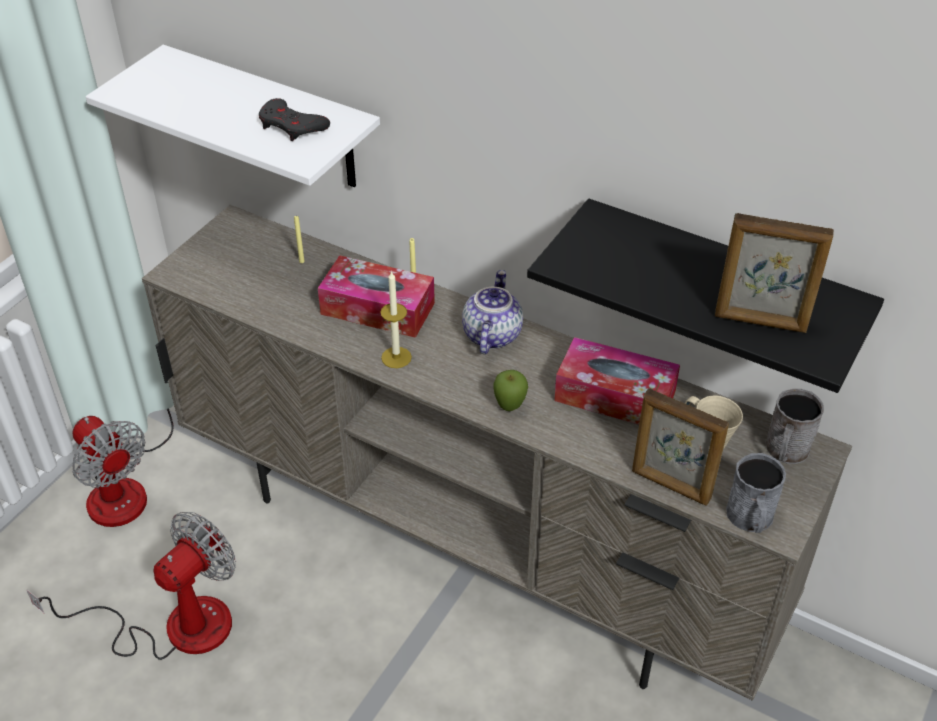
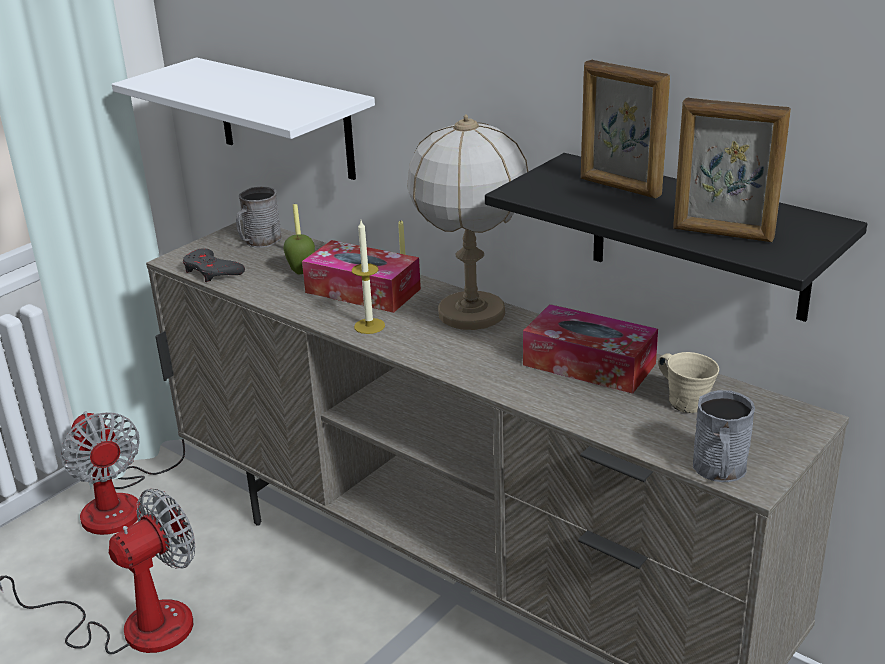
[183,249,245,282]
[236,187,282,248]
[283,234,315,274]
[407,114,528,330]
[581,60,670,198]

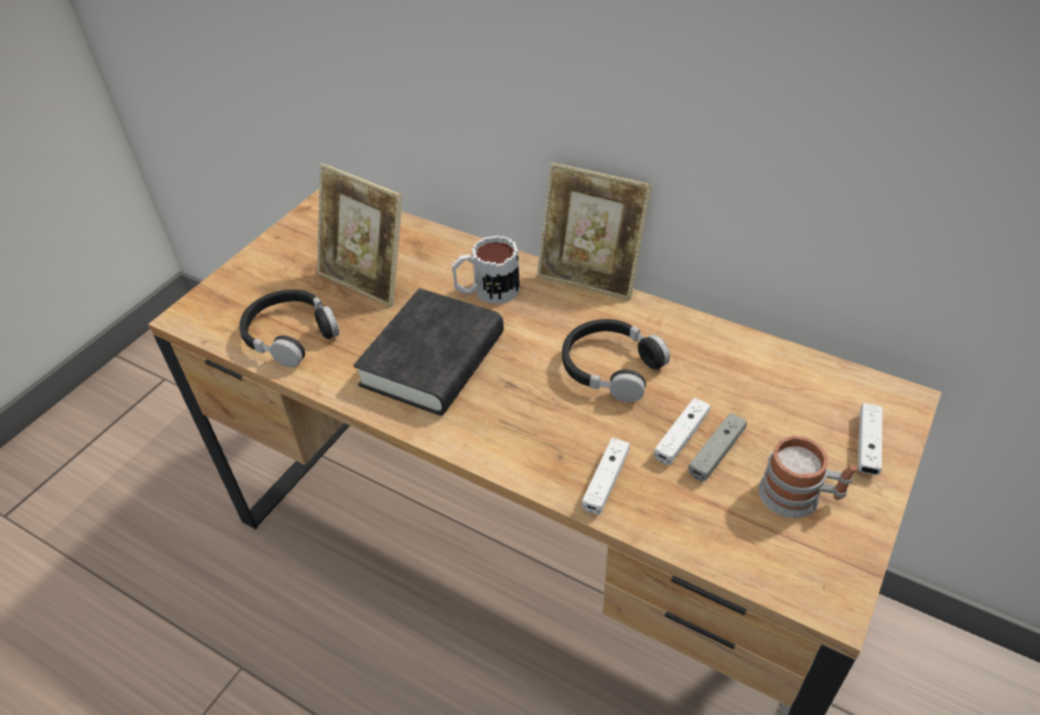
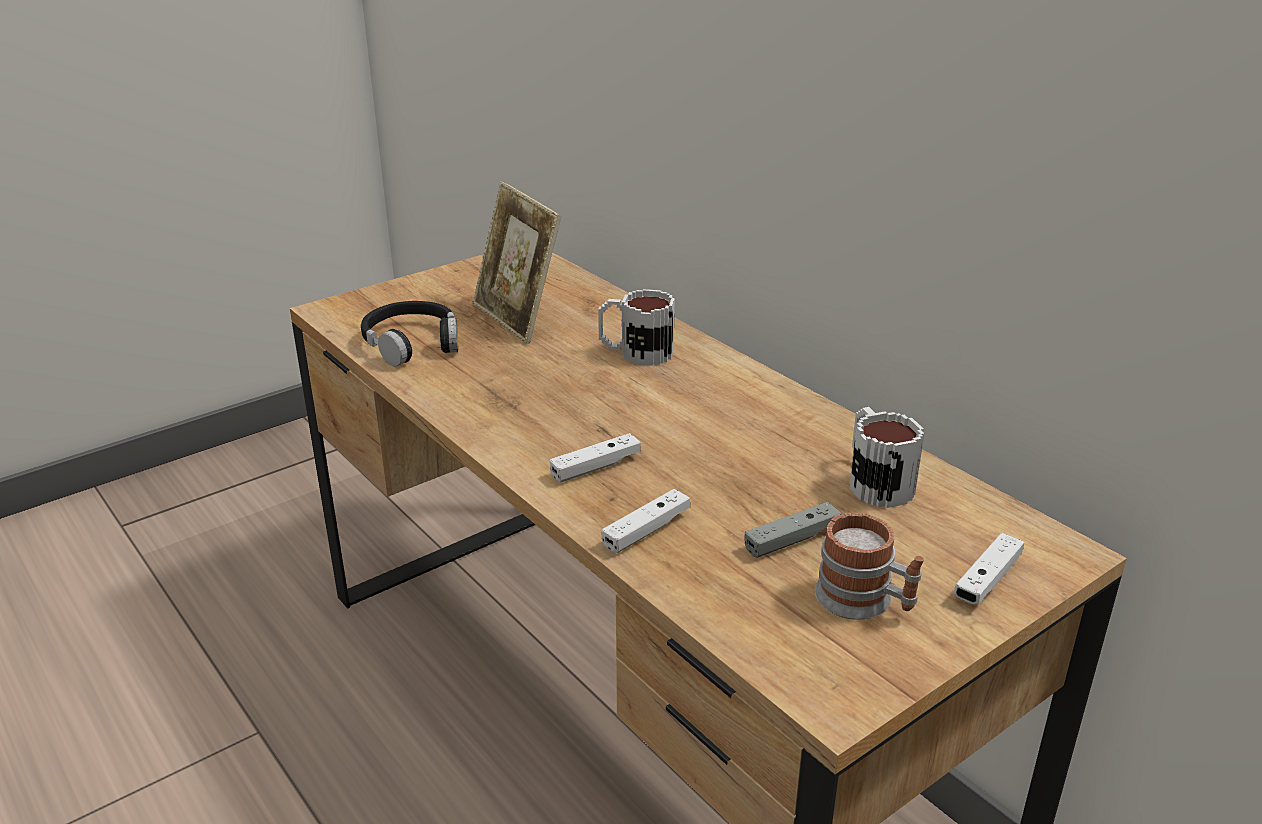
[550,433,641,482]
[850,407,924,508]
[353,288,504,416] (first image)
[537,162,652,300] (first image)
[562,319,670,402] (first image)

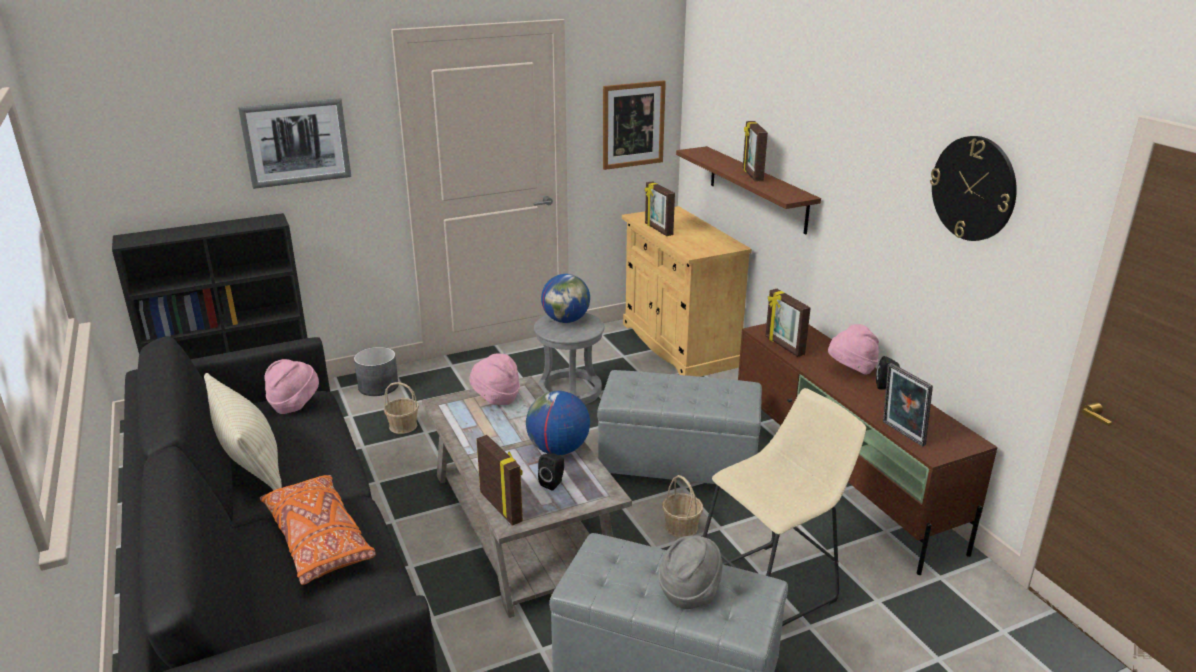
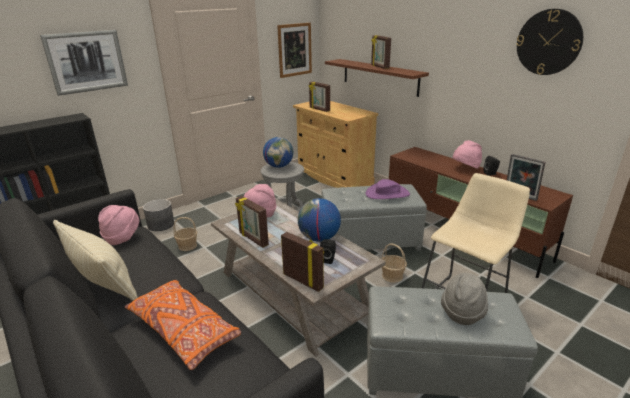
[235,196,269,248]
[366,179,410,199]

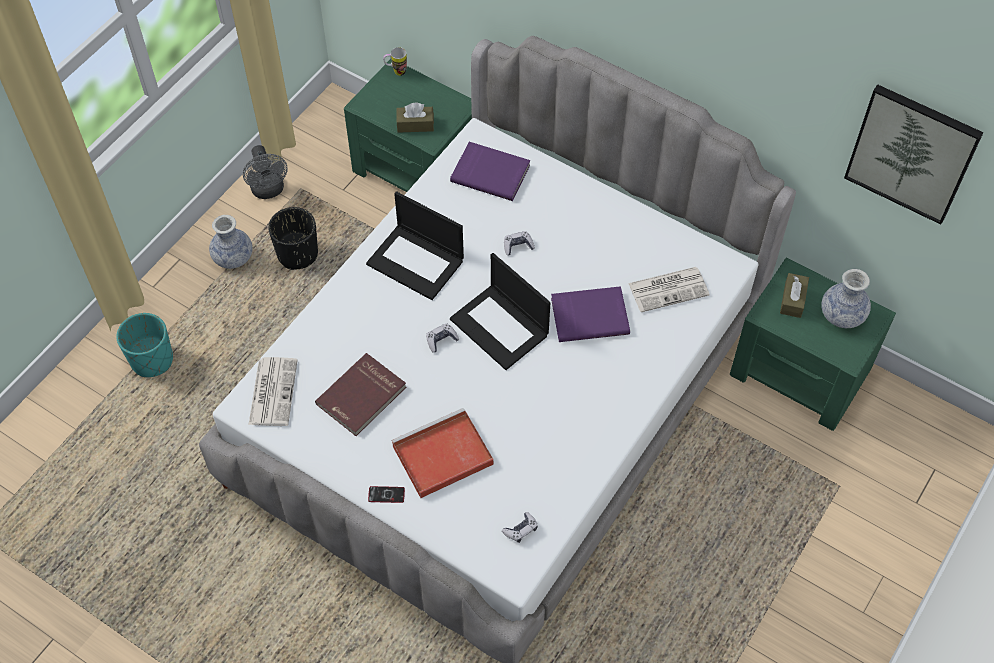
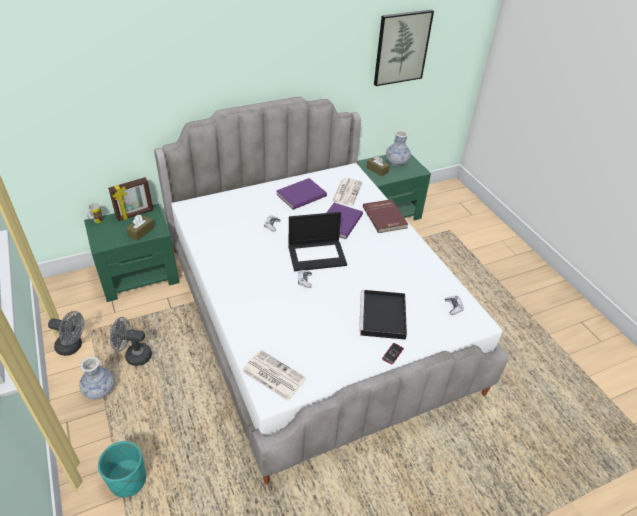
[108,177,153,221]
[110,317,152,366]
[276,178,327,210]
[359,290,407,340]
[363,199,408,233]
[366,191,464,300] (first image)

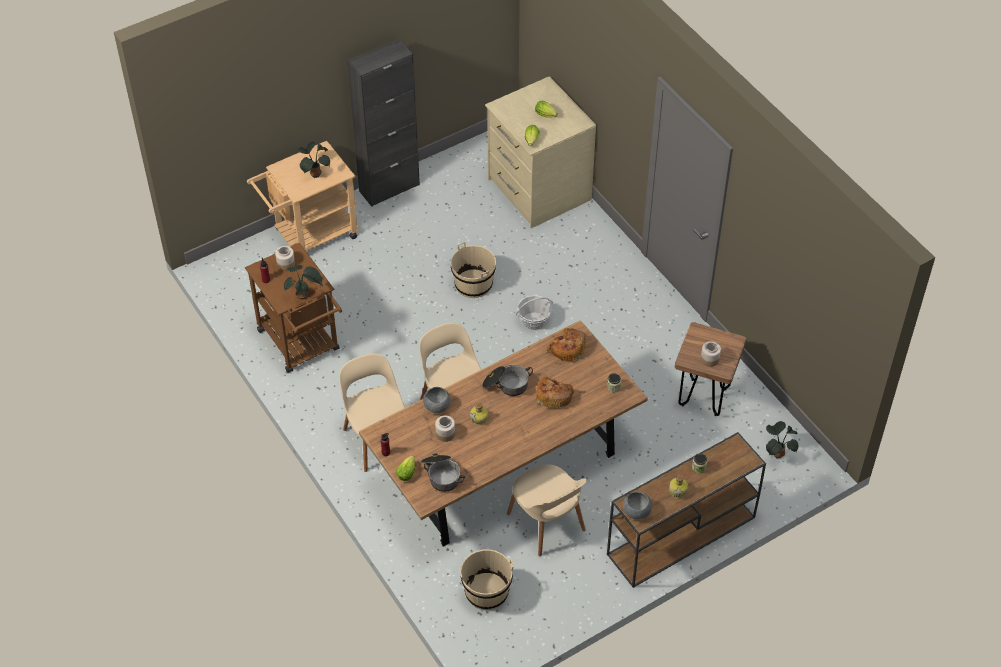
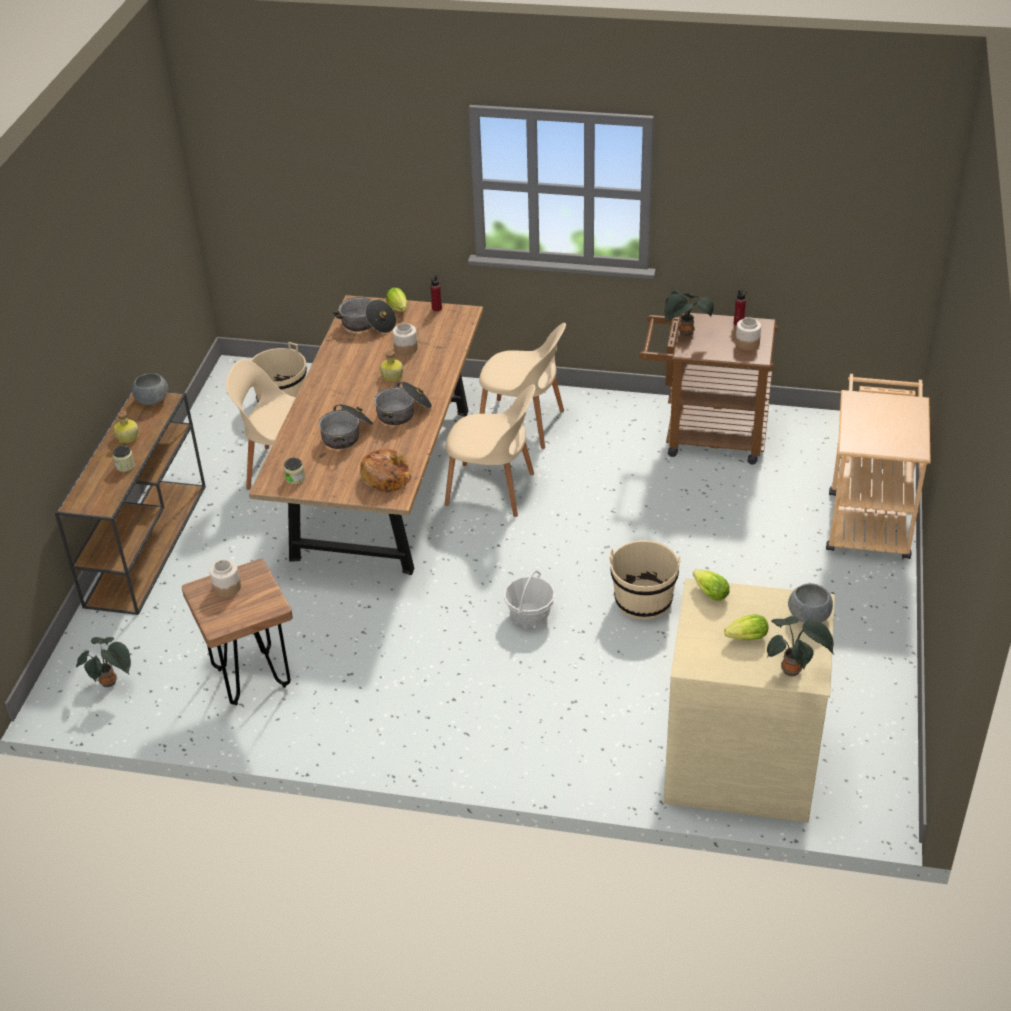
[318,404,373,449]
[767,616,834,676]
[788,583,833,623]
[347,39,420,207] (first image)

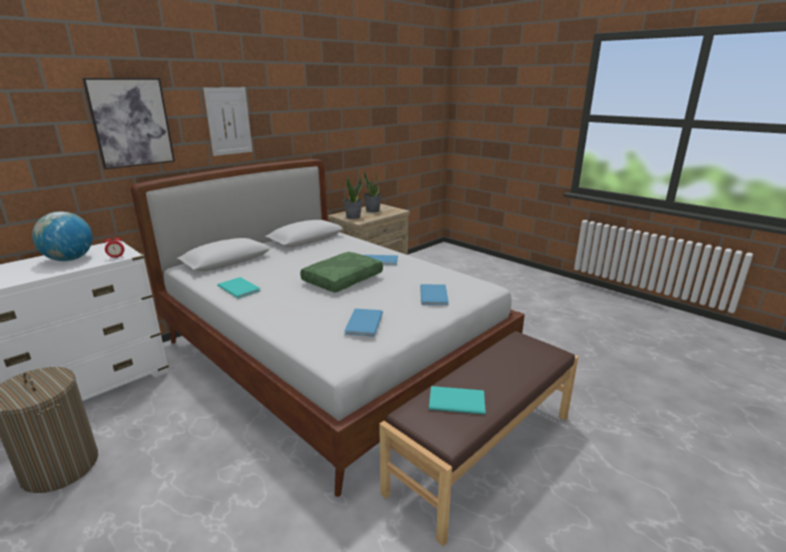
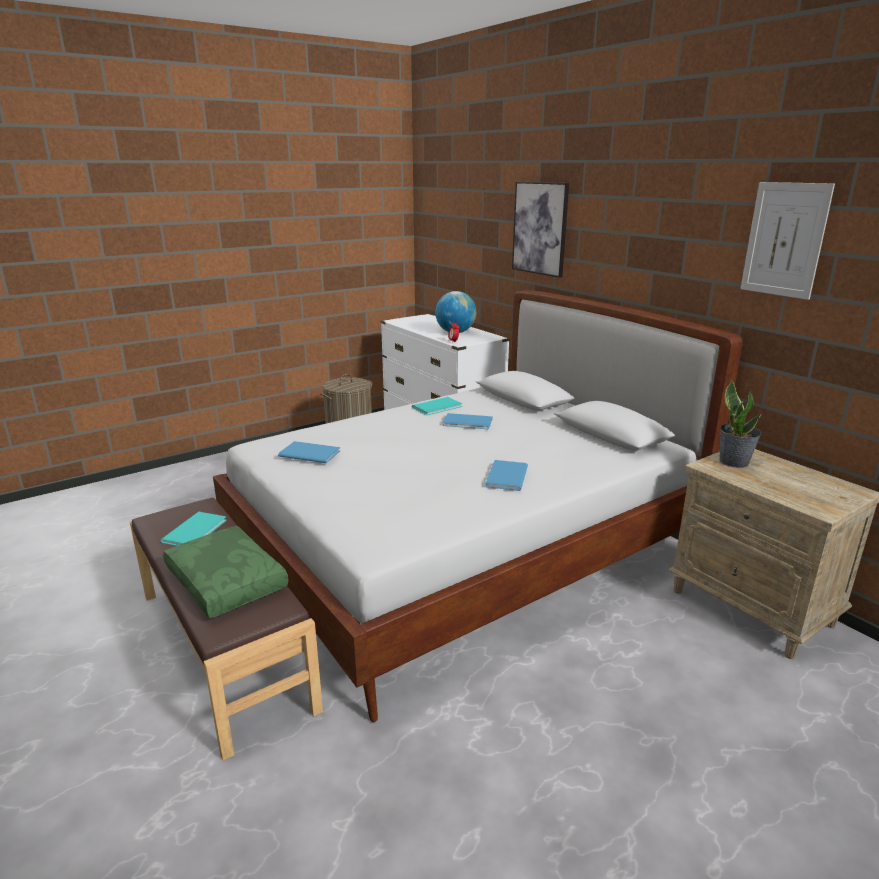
[163,526,289,619]
[442,413,493,429]
[740,182,835,300]
[364,171,382,213] (first image)

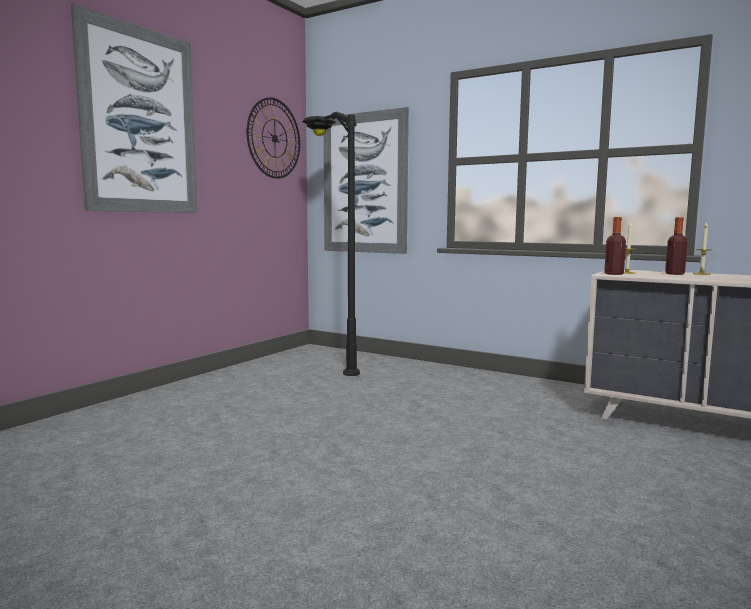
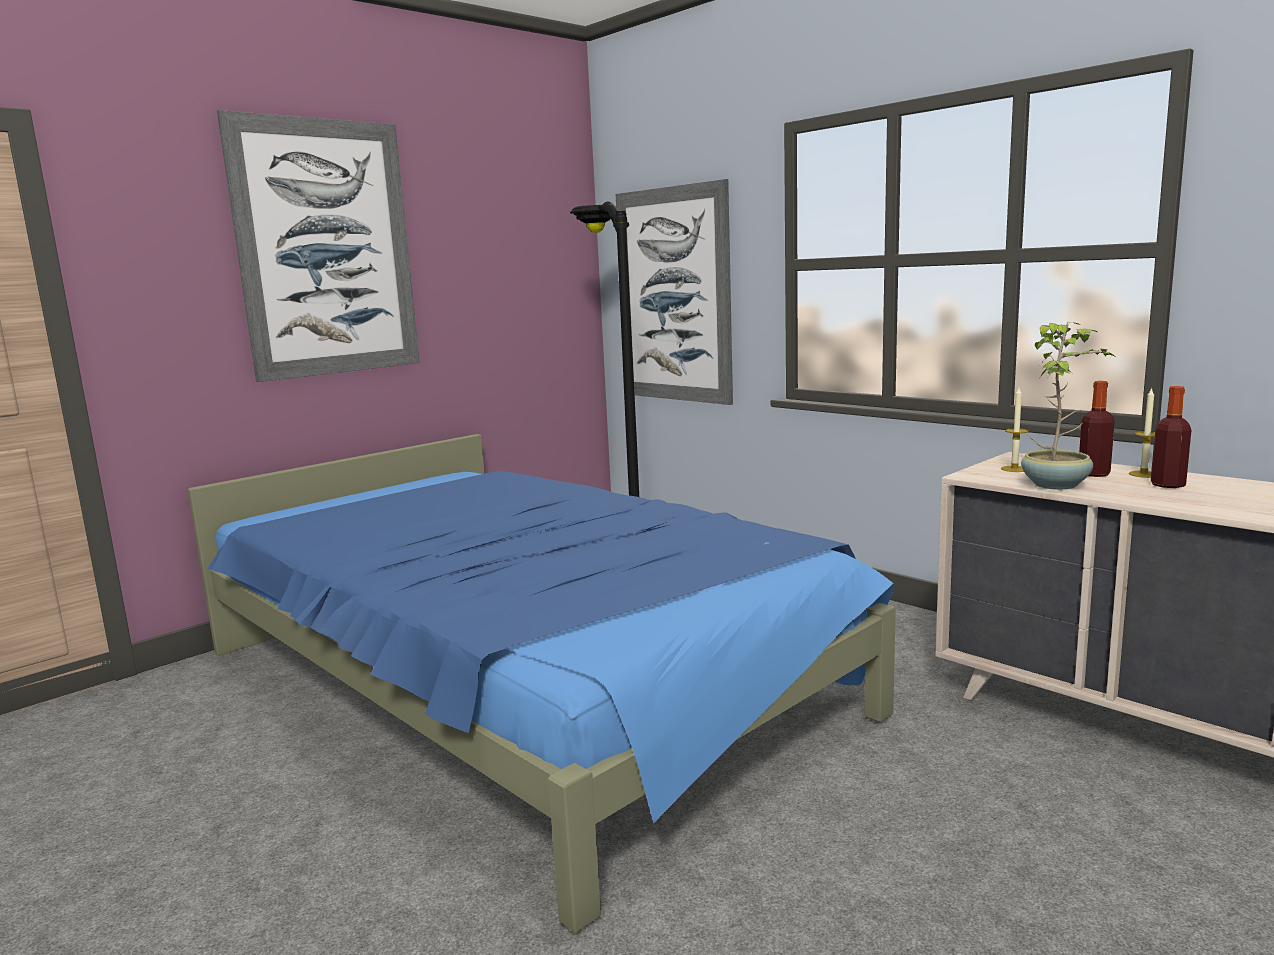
[188,434,896,933]
[1021,322,1115,490]
[1151,386,1191,488]
[247,97,300,179] (first image)

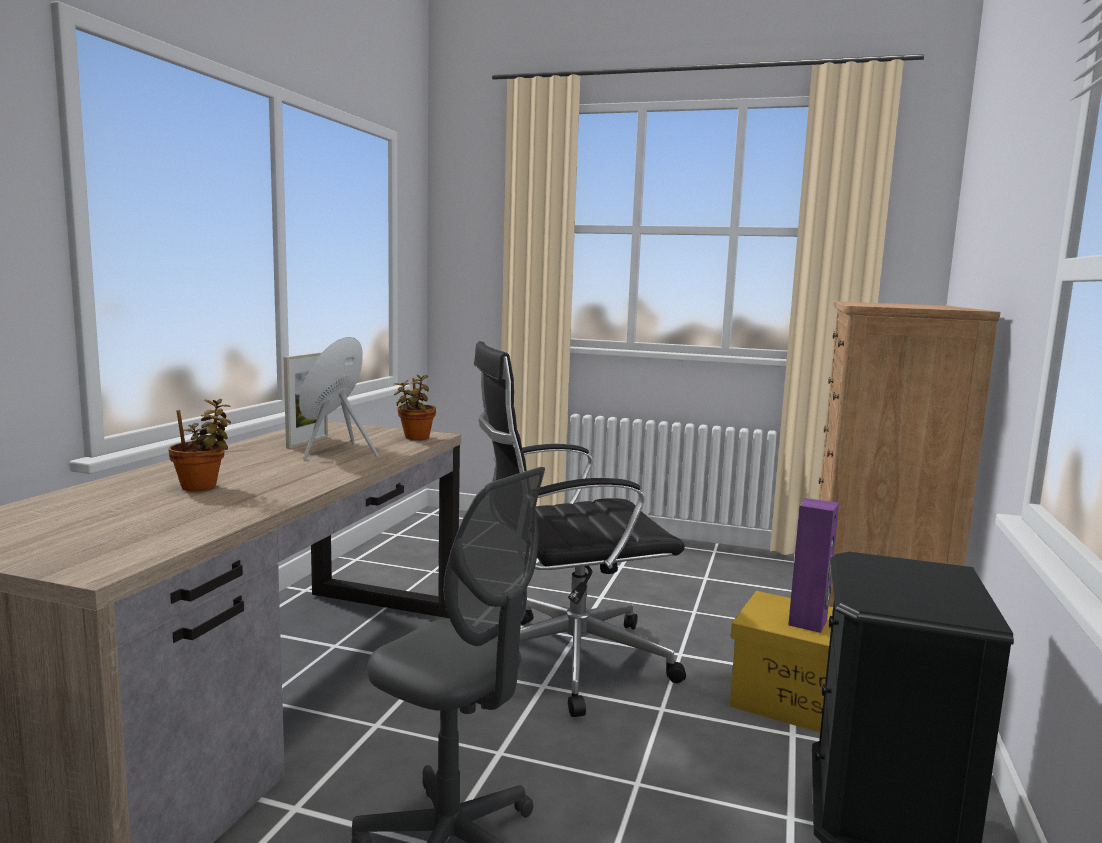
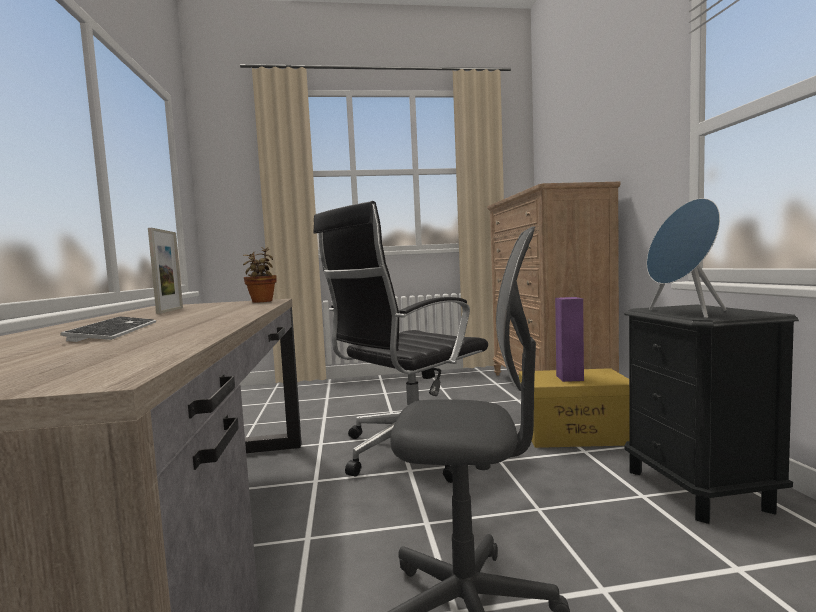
[61,316,156,342]
[647,198,726,318]

